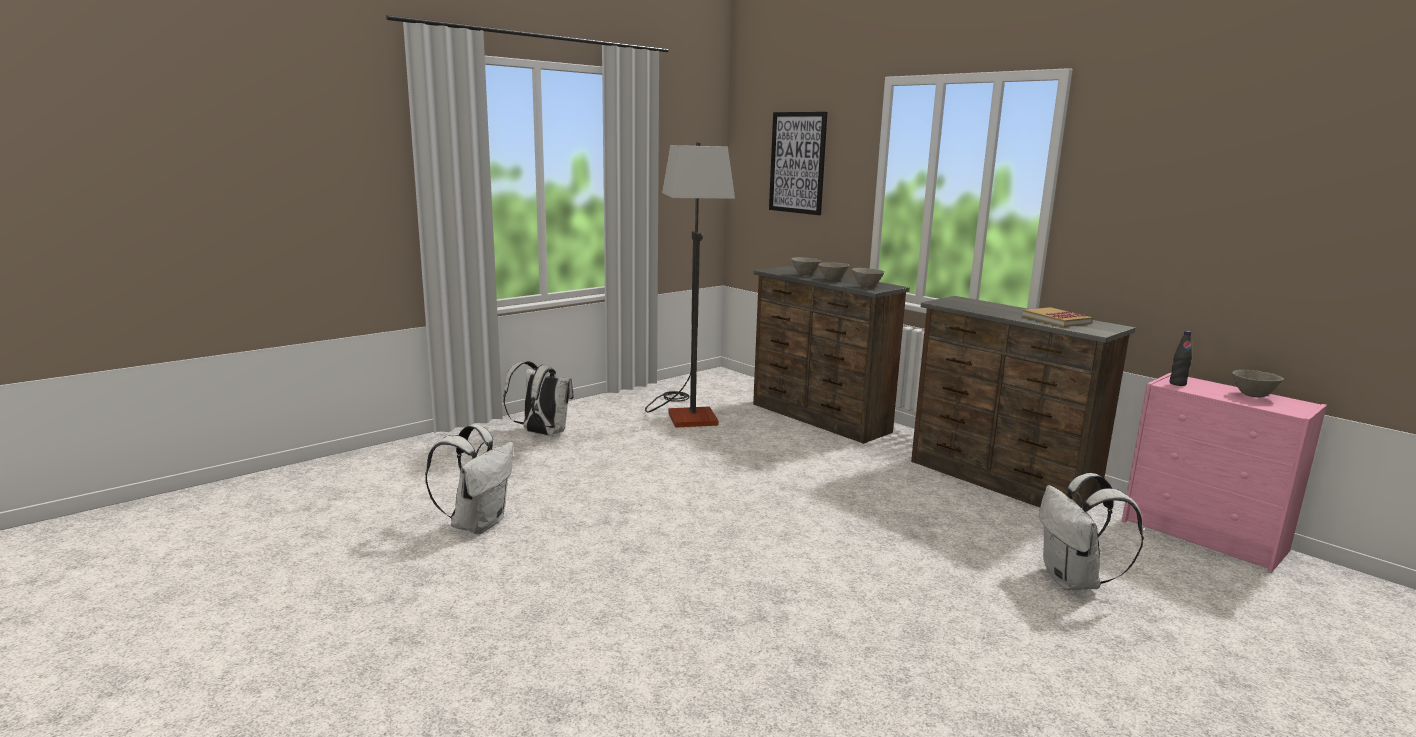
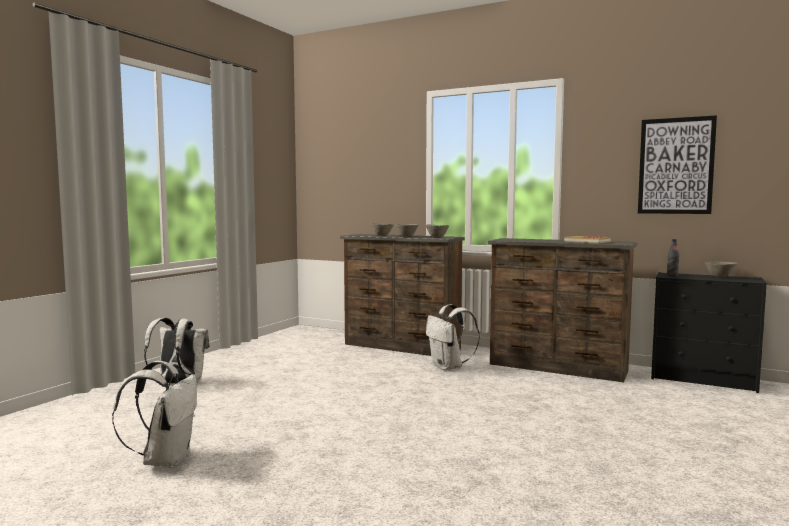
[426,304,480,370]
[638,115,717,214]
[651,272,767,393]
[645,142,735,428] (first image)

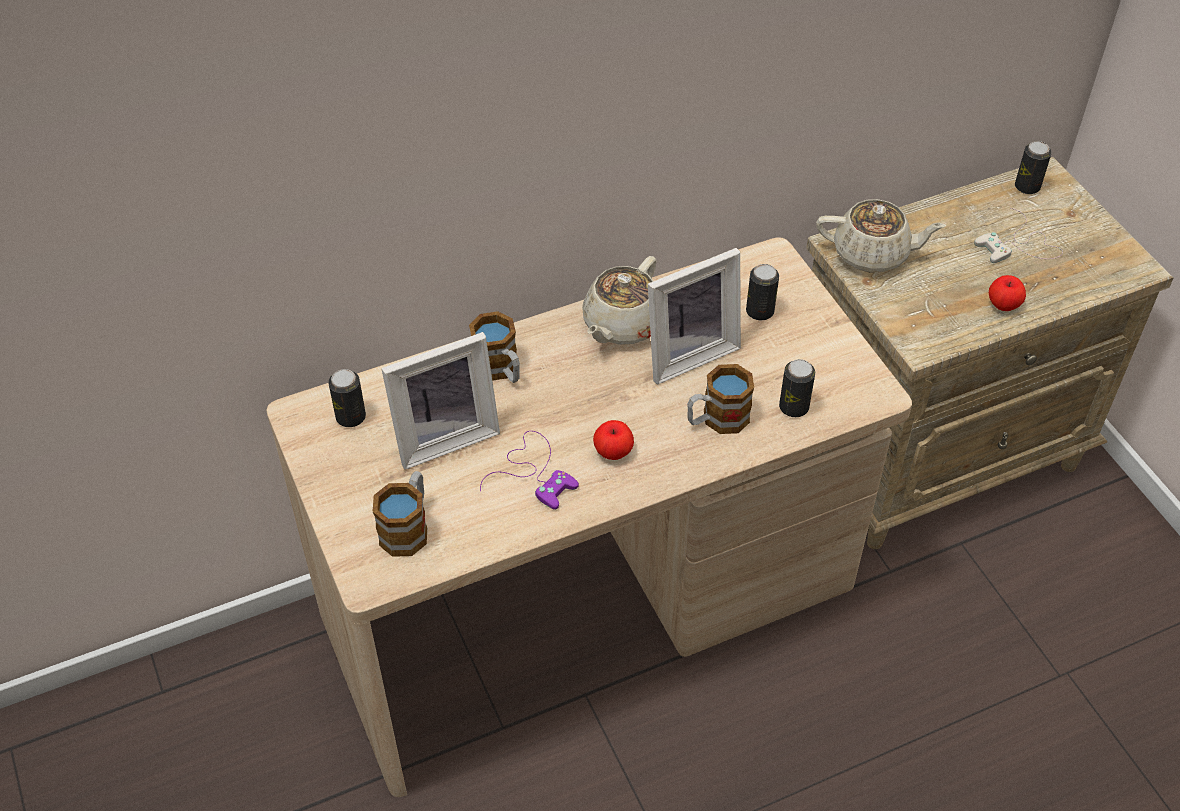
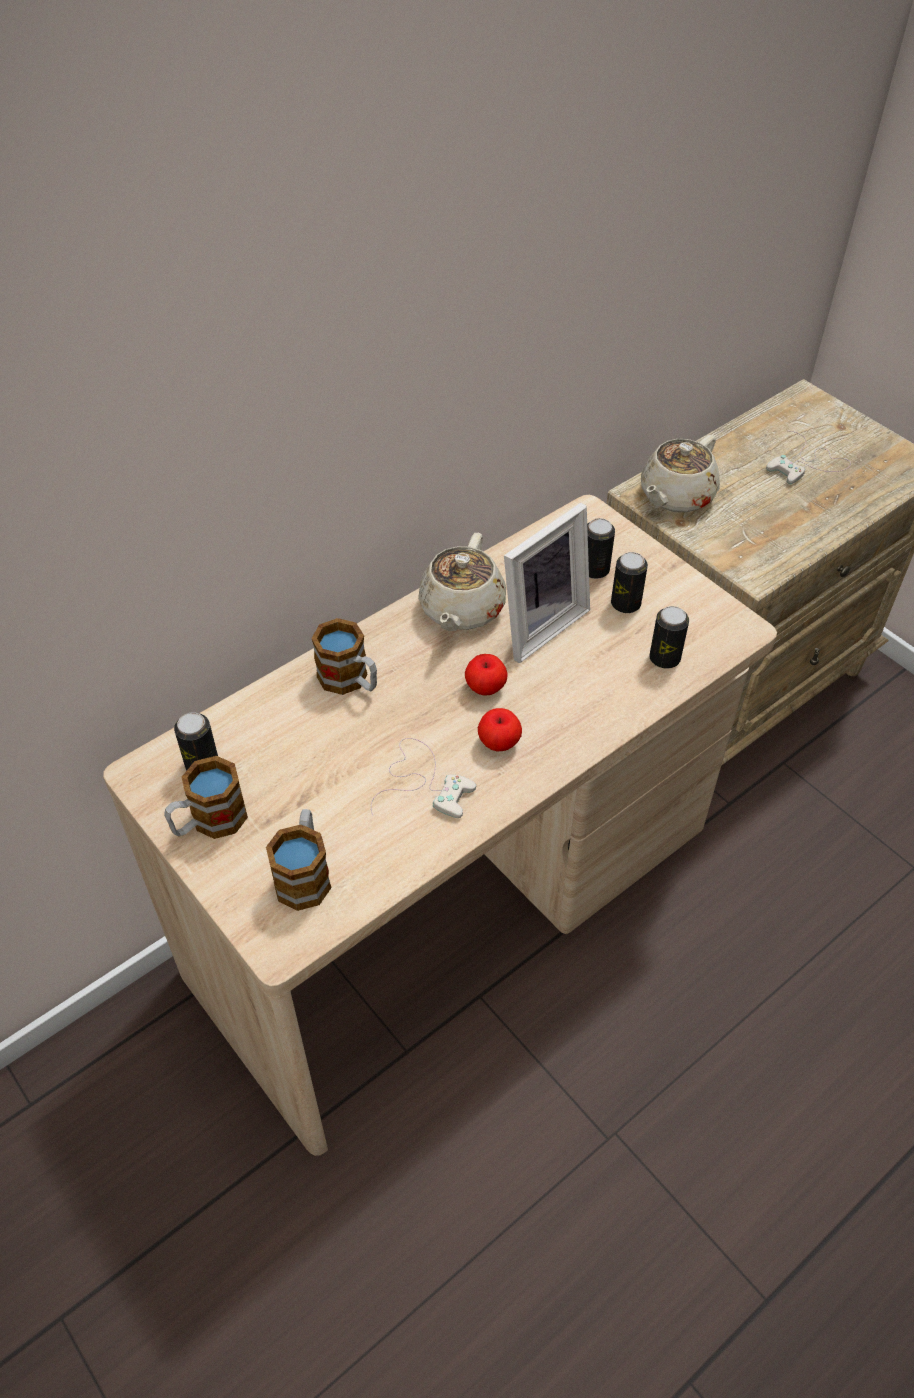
[164,756,248,839]
[371,738,476,818]
[465,654,507,695]
[611,552,648,613]
[641,435,720,513]
[381,332,500,470] (first image)

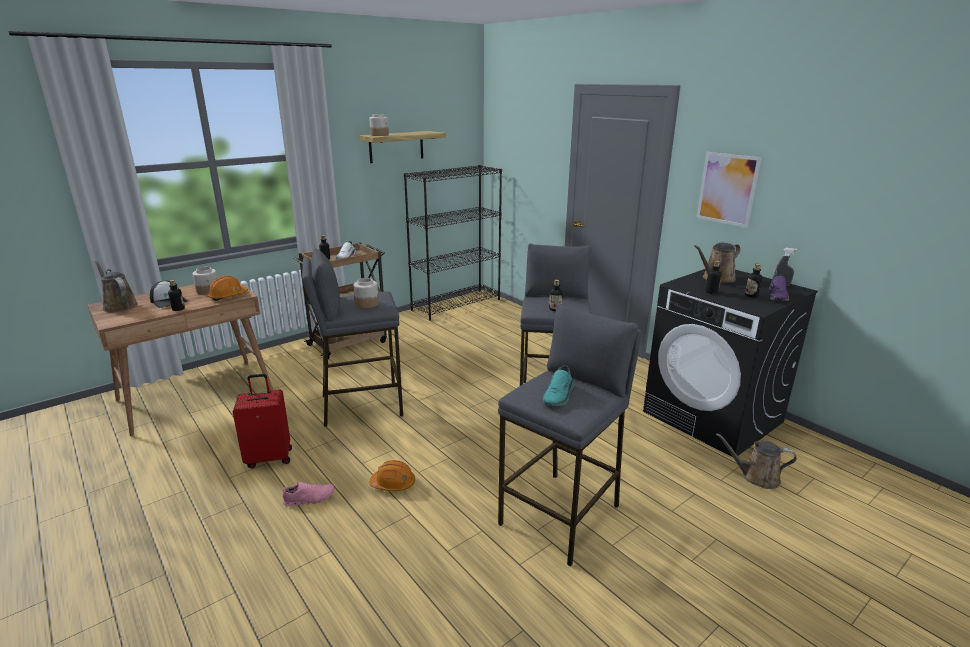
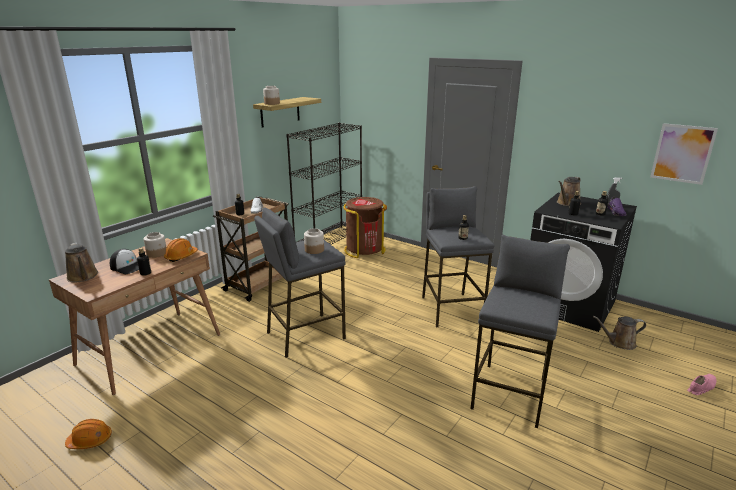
[65,243,99,283]
[65,419,112,449]
[343,197,387,258]
[650,123,718,185]
[687,374,716,395]
[233,374,292,468] (first image)
[543,366,574,406] (first image)

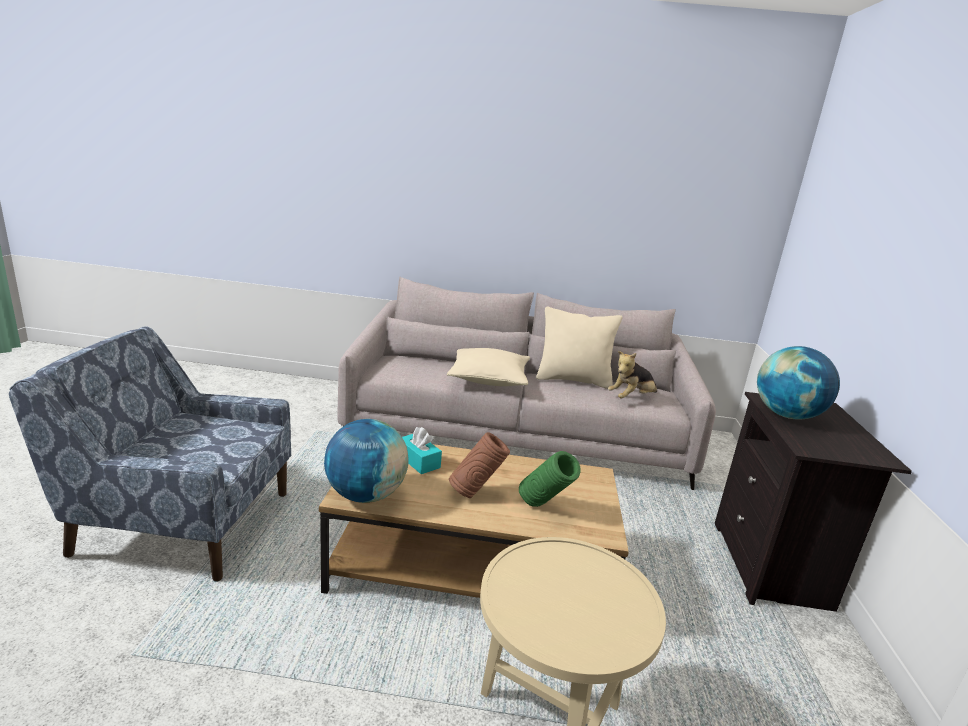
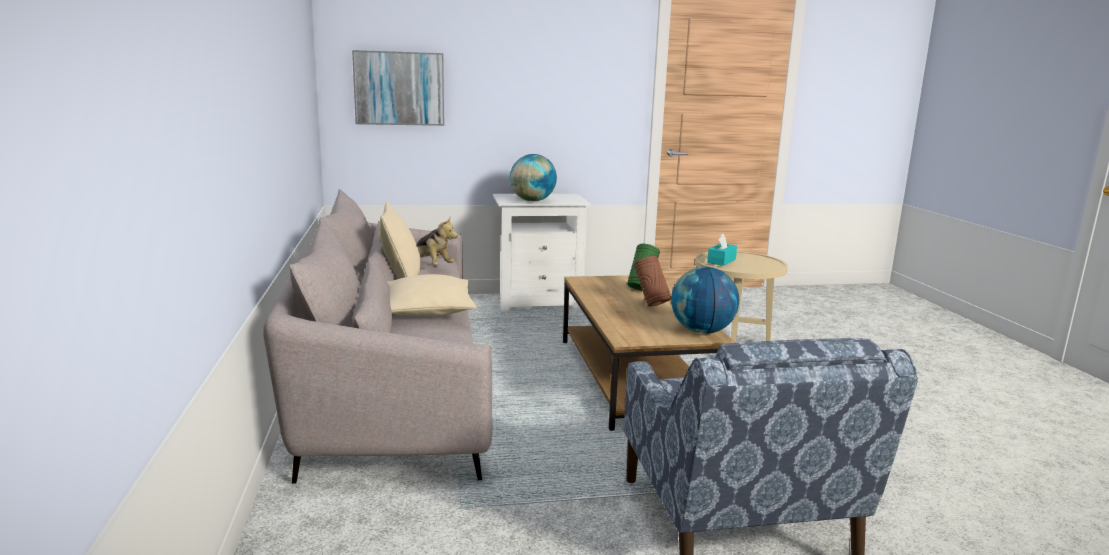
[352,50,444,126]
[493,194,591,311]
[707,234,737,266]

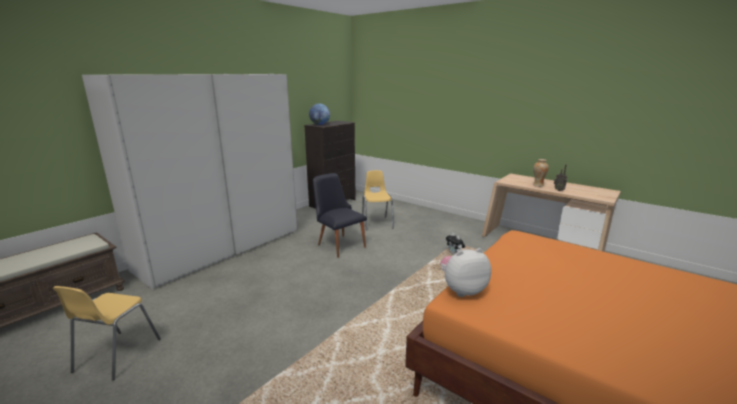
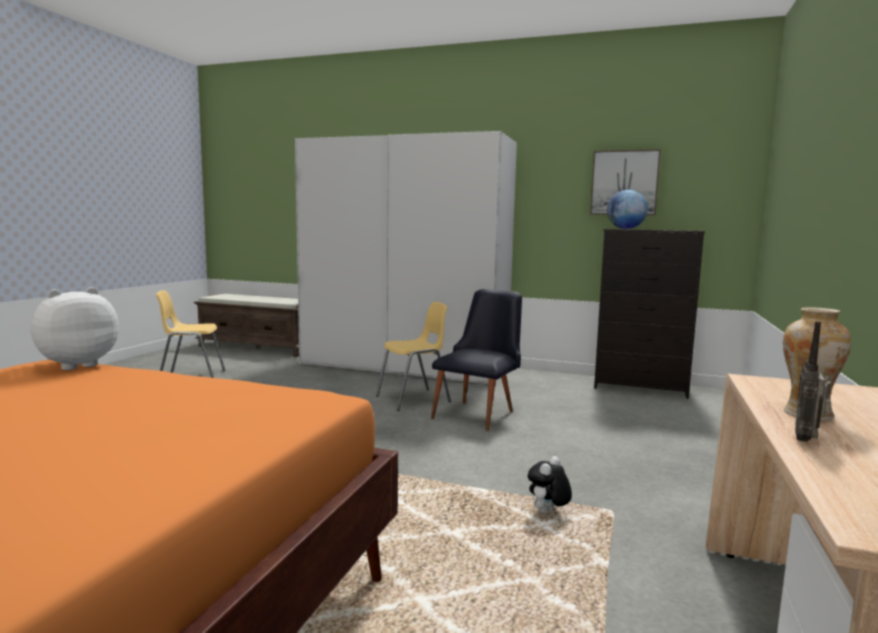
[30,287,119,370]
[376,302,451,411]
[590,149,661,215]

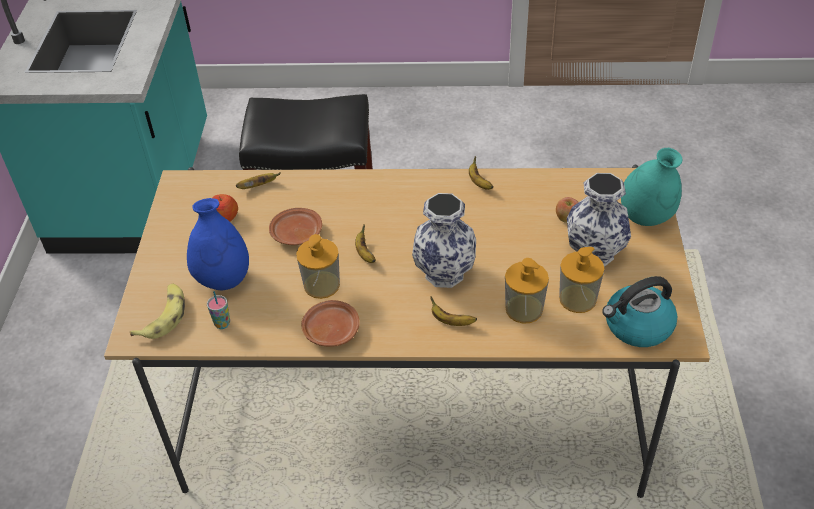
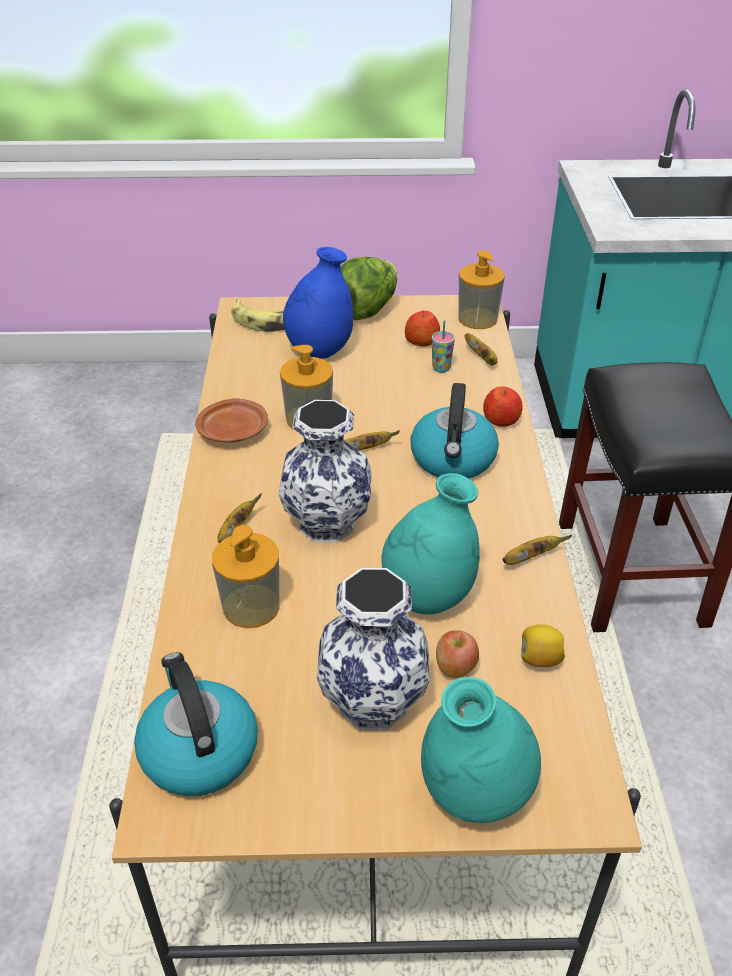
[341,257,397,320]
[381,473,480,615]
[410,383,499,479]
[432,320,455,373]
[458,250,505,329]
[483,386,523,427]
[521,624,565,667]
[269,208,322,245] (first image)

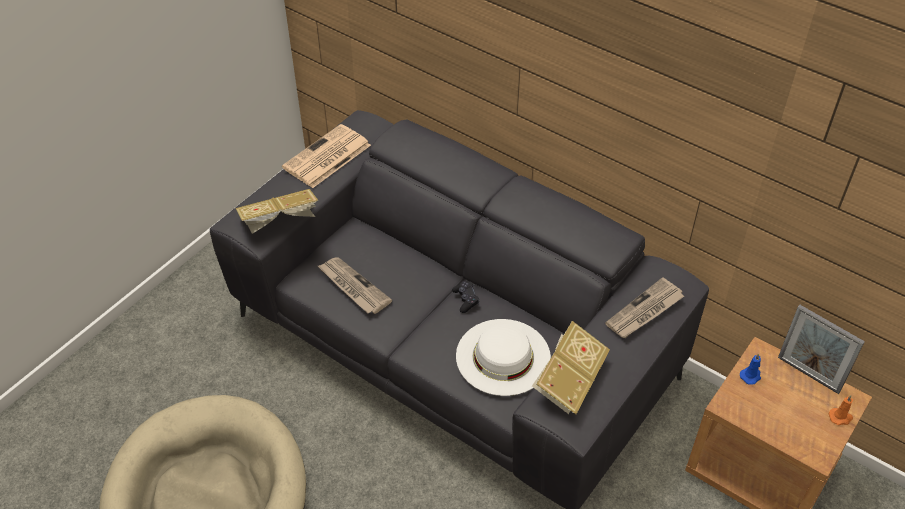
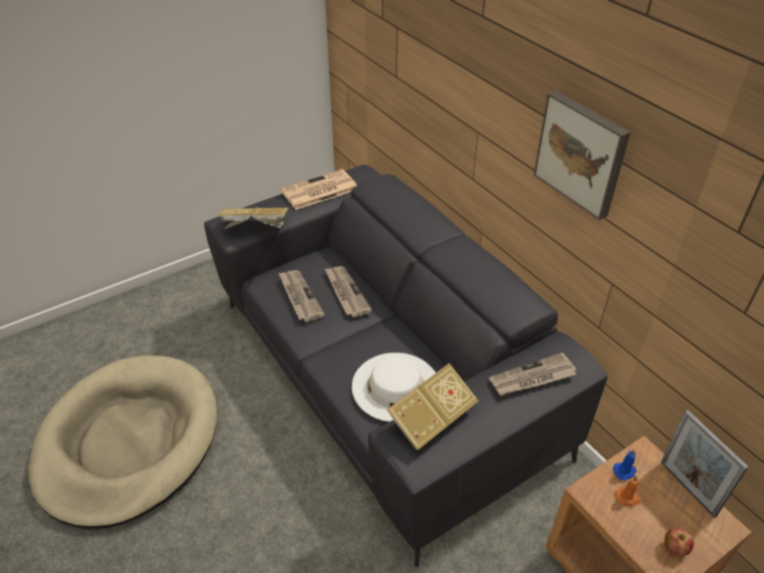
[324,266,372,317]
[534,91,631,220]
[615,476,641,507]
[665,528,694,557]
[452,281,479,313] (first image)

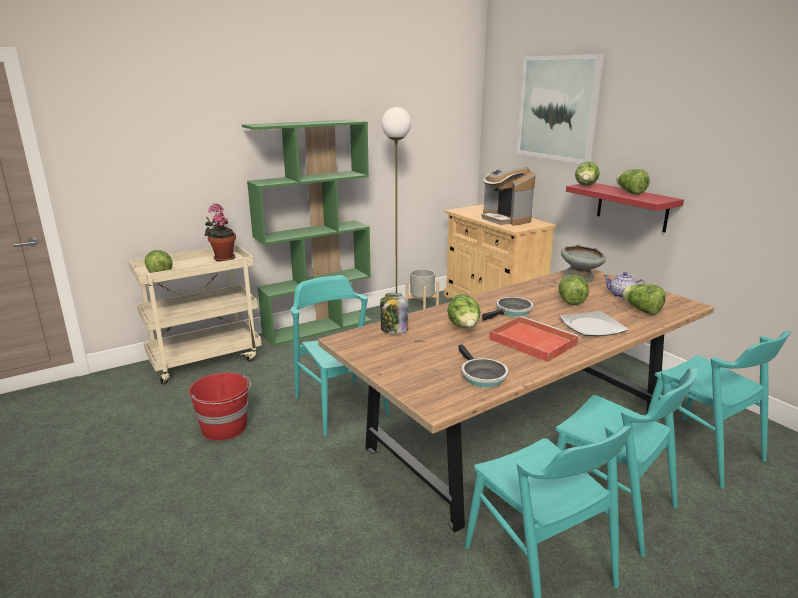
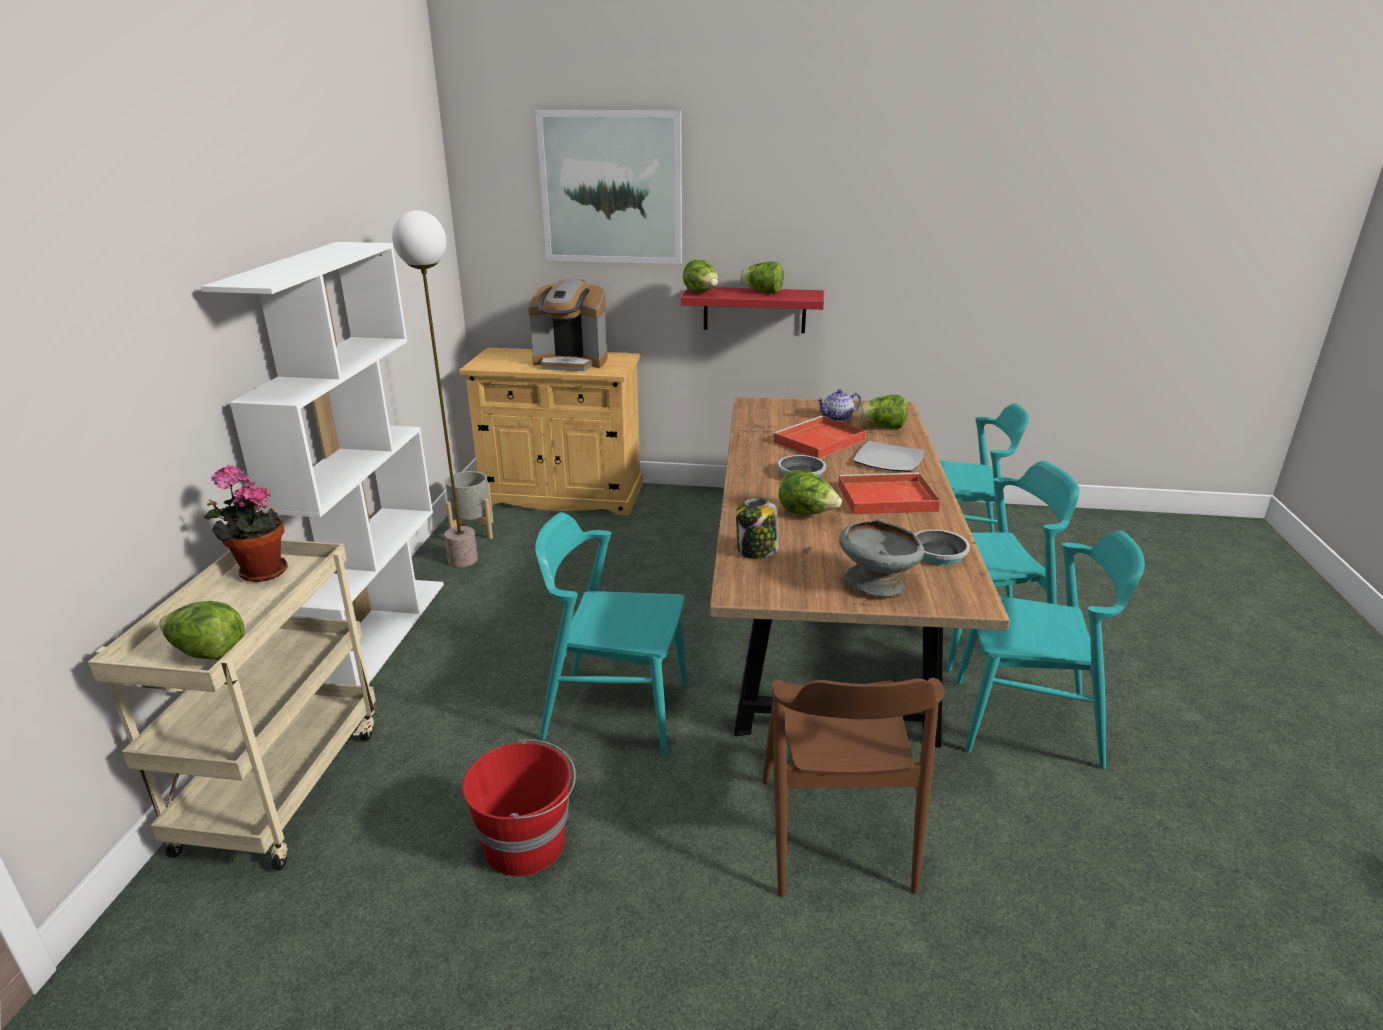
[200,242,444,686]
[762,678,944,897]
[772,416,866,459]
[839,518,924,597]

